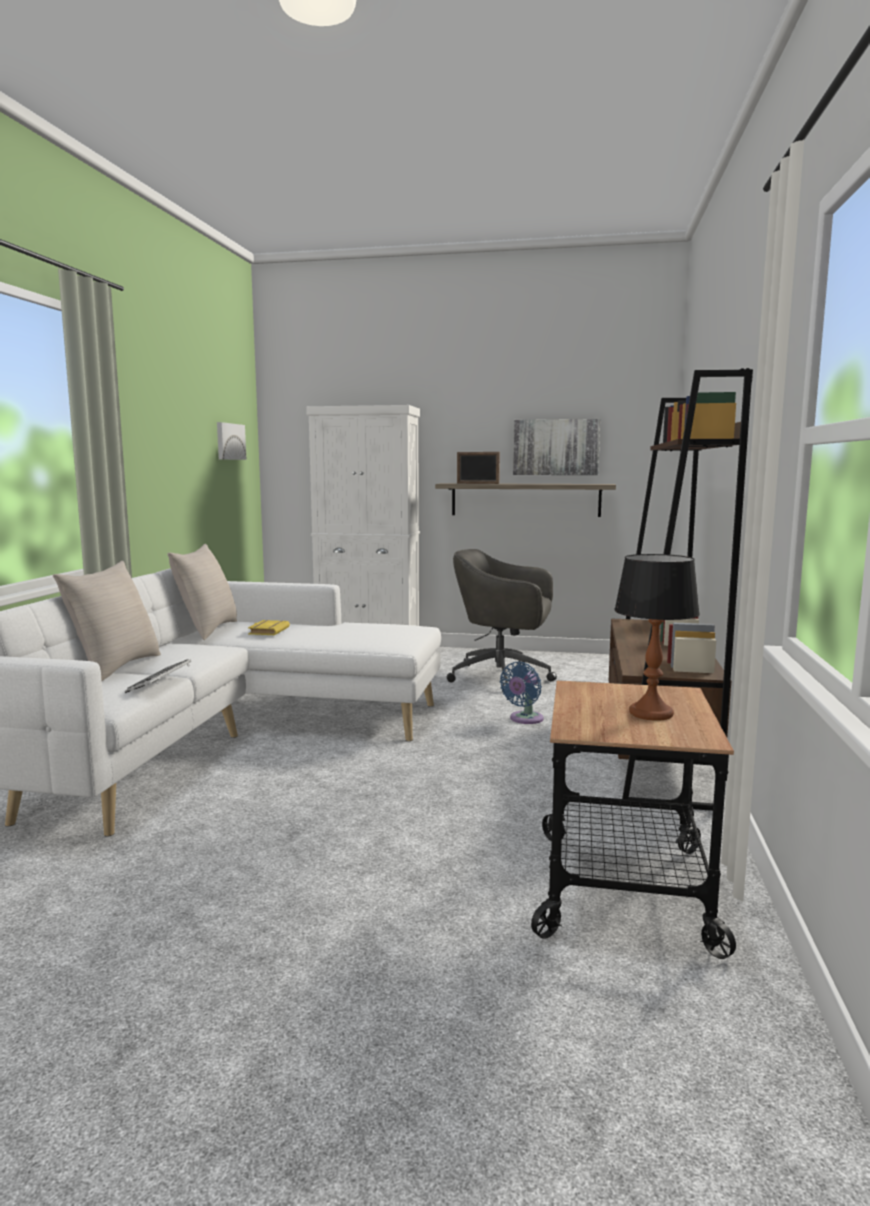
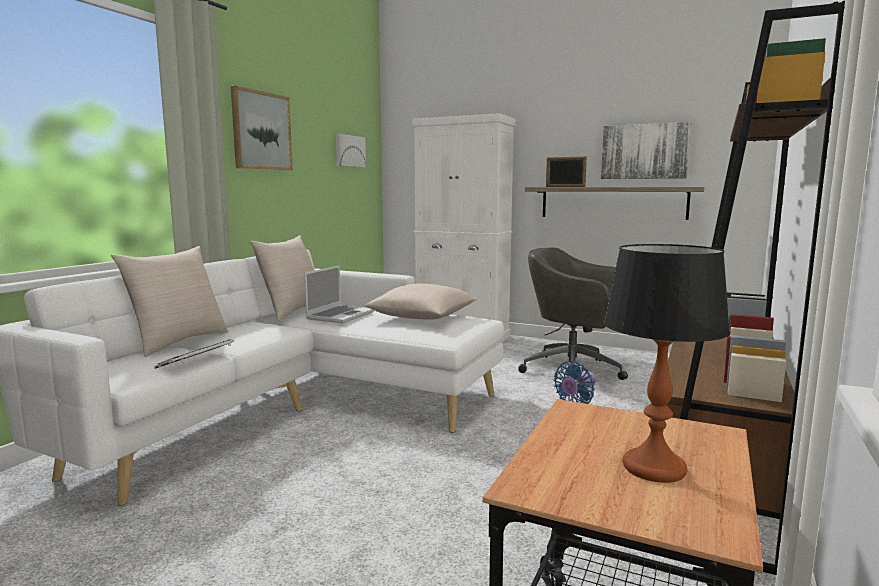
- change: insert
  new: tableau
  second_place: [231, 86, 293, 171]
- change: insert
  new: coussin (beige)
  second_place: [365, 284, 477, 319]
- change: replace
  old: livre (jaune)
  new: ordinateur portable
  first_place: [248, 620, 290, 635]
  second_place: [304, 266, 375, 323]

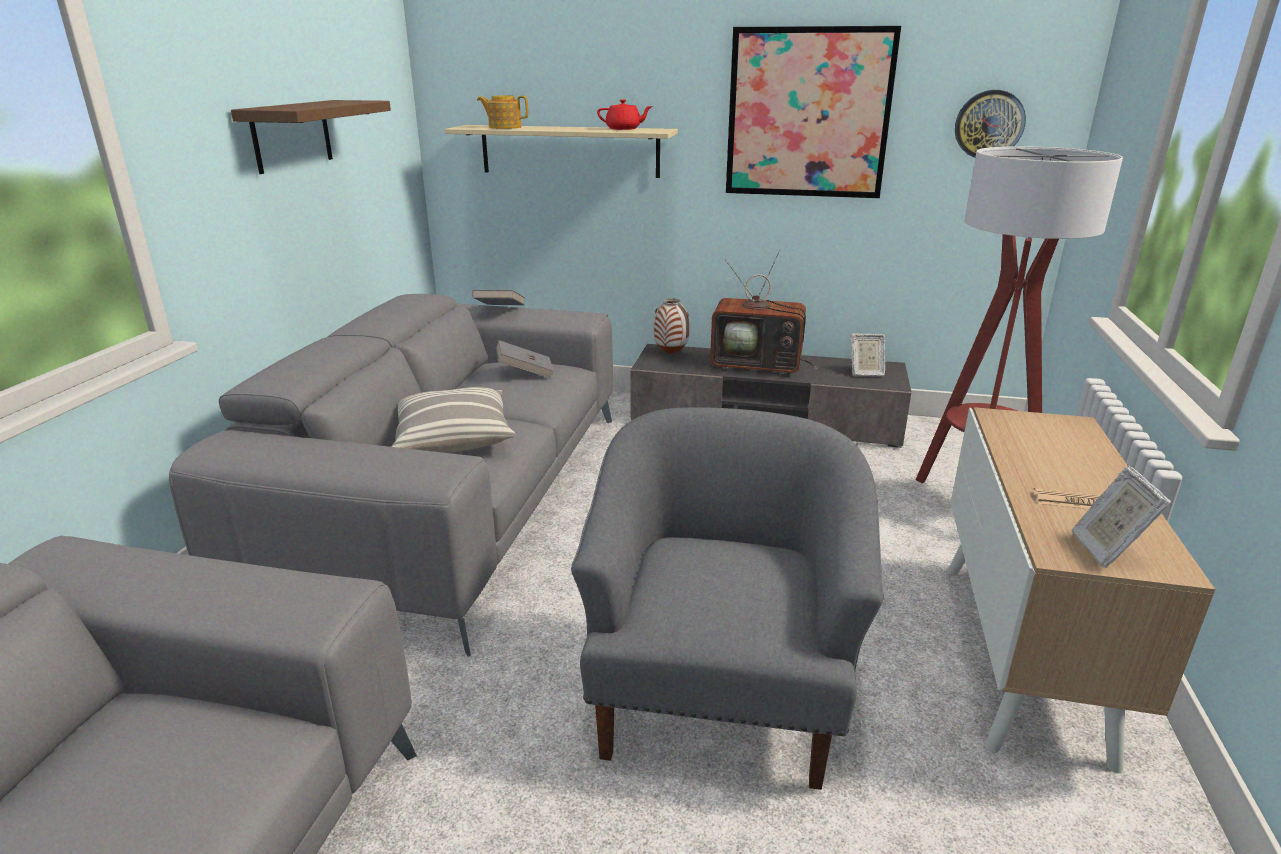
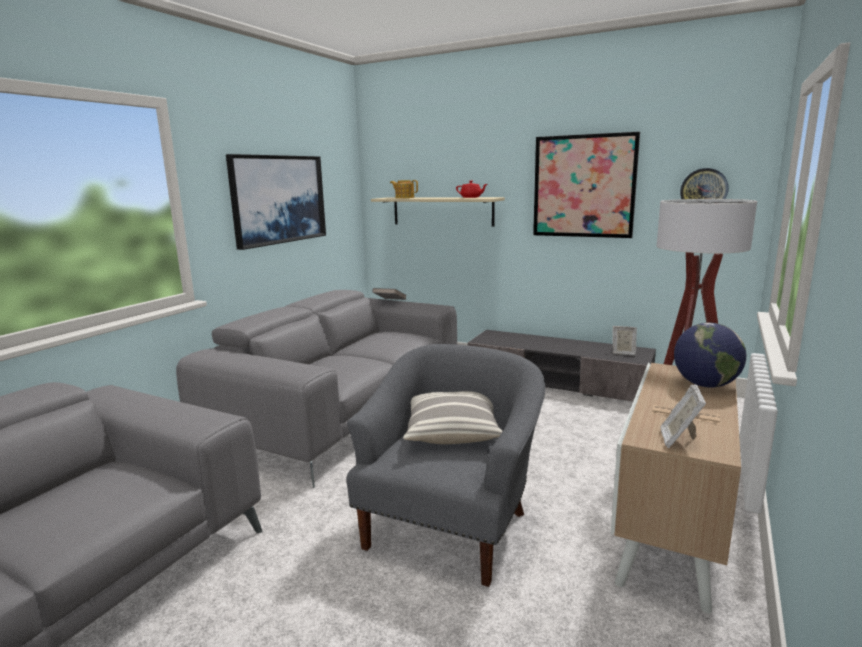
- change: delete
  old: livre (gris)
  first_place: [496, 340, 554, 379]
- change: delete
  old: vase
  first_place: [654, 299, 690, 354]
- change: delete
  old: téléviseur
  first_place: [710, 250, 818, 375]
- change: insert
  new: globe
  second_place: [674, 323, 746, 388]
- change: move
  old: coussin
  first_place: [391, 387, 516, 453]
  second_place: [403, 391, 503, 444]
- change: replace
  old: étagère (marron)
  new: tableau
  first_place: [231, 100, 391, 174]
  second_place: [226, 154, 326, 250]

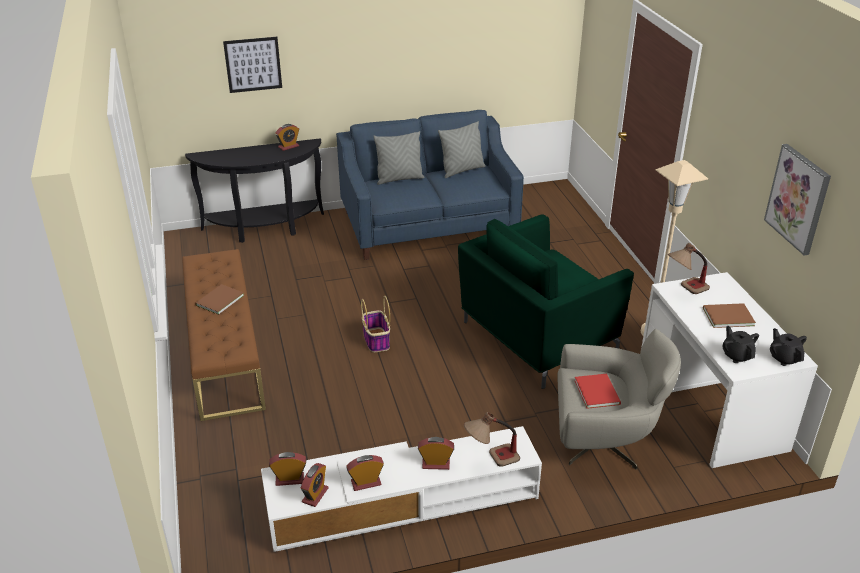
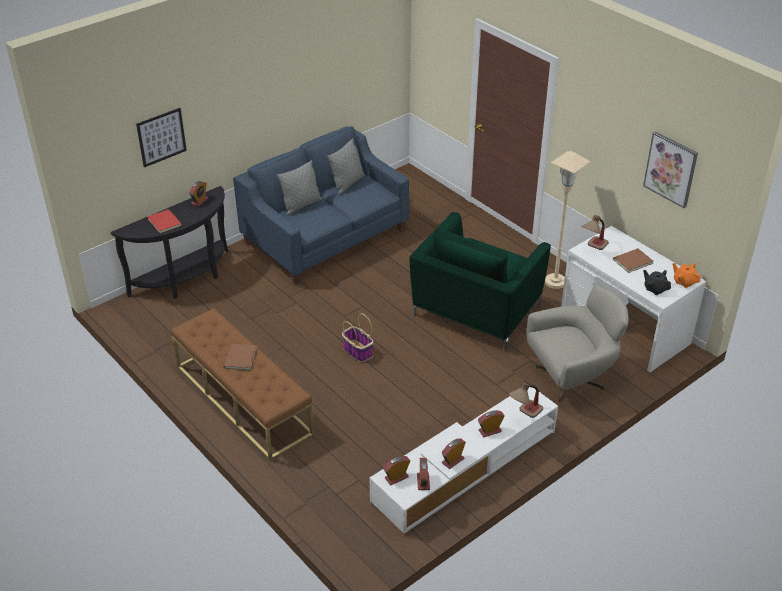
- change: move
  old: livre (rouge)
  first_place: [574, 374, 621, 409]
  second_place: [147, 209, 182, 234]
- change: recolor
  old: théière (noir)
  new: théière (orange)
  first_place: [770, 328, 807, 366]
  second_place: [673, 263, 700, 288]

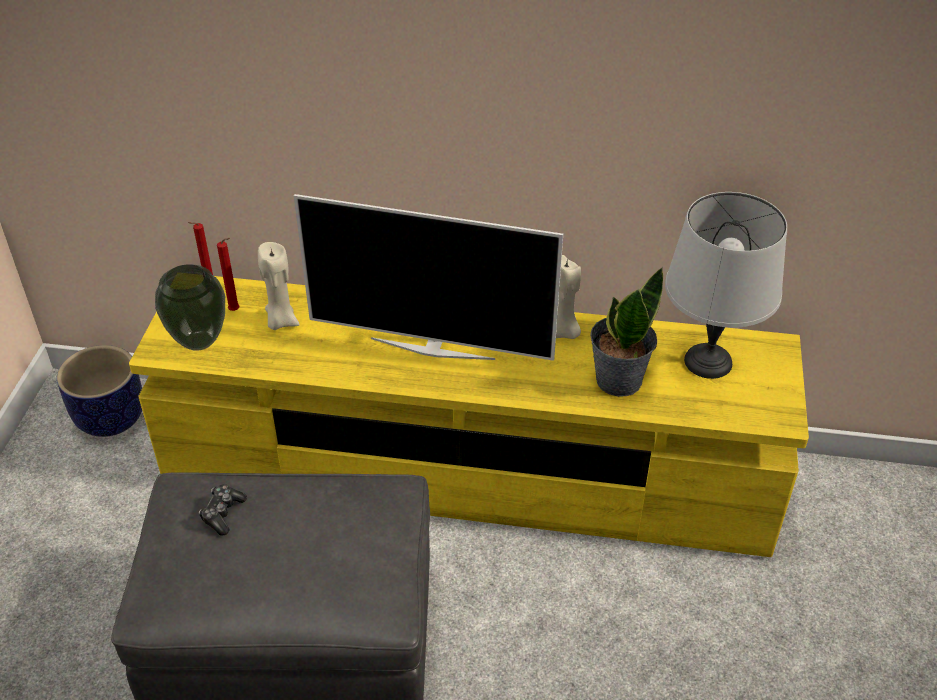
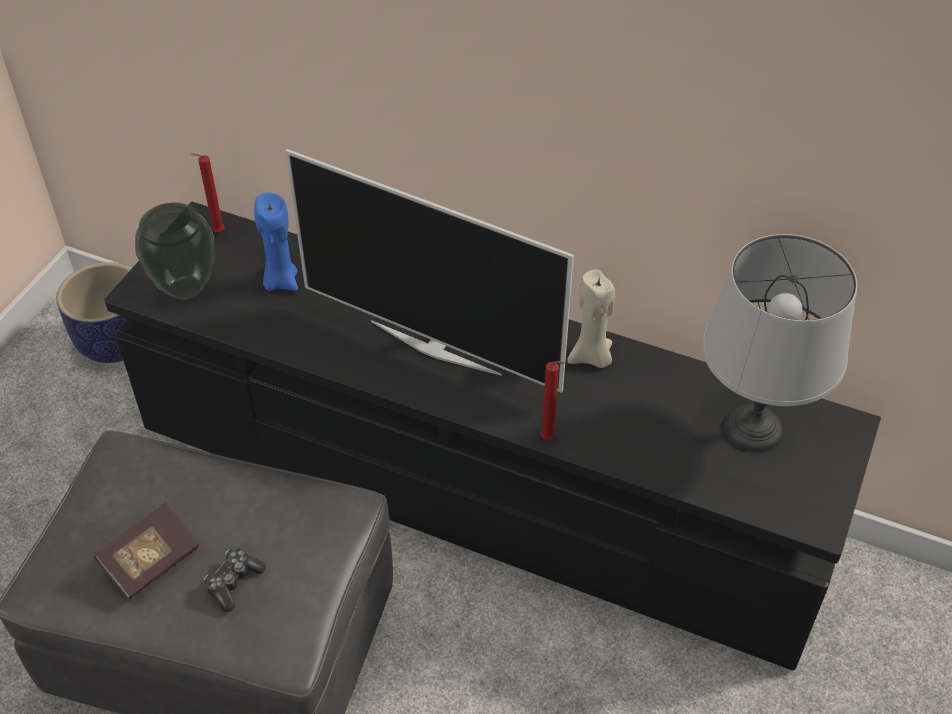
- change: delete
  old: plante en pot
  first_place: [590, 267, 663, 397]
- change: insert
  new: livre
  second_place: [94, 502, 199, 600]
- change: move
  old: manette
  first_place: [198, 484, 247, 535]
  second_place: [204, 549, 266, 612]
- change: move
  old: bougie (rouge)
  first_place: [217, 238, 240, 311]
  second_place: [540, 361, 565, 440]
- change: recolor
  old: meuble télé (jaune)
  new: meuble télé (noir)
  first_place: [129, 276, 809, 557]
  second_place: [104, 201, 881, 670]
- change: recolor
  old: bougie (beige)
  new: bougie (bleu)
  first_place: [258, 242, 300, 330]
  second_place: [254, 193, 298, 291]

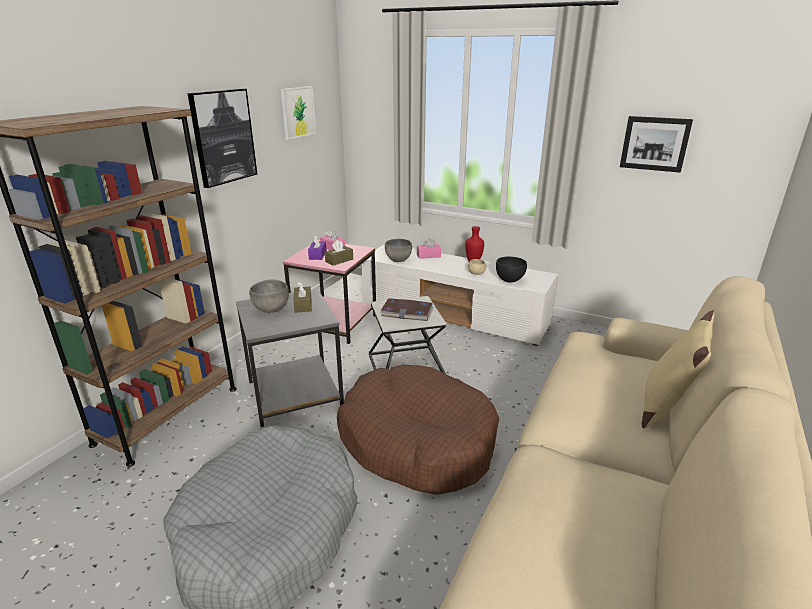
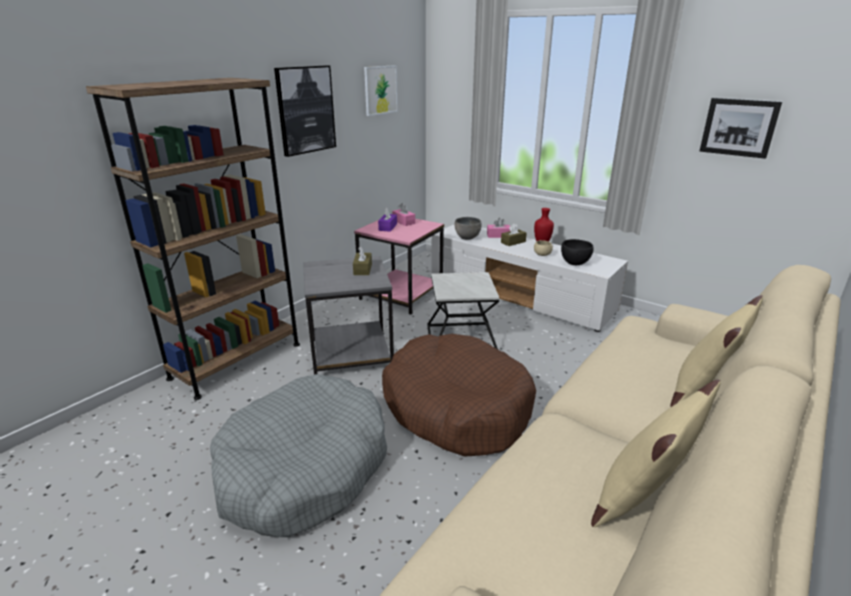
- change: delete
  old: bol (gris)
  first_place: [249, 279, 289, 313]
- change: delete
  old: livre
  first_place: [380, 298, 433, 321]
- change: insert
  new: coussin (beige)
  second_place: [591, 380, 721, 527]
- change: move
  old: boîte à mouchoirs (marron)
  first_place: [325, 240, 353, 266]
  second_place: [501, 223, 527, 246]

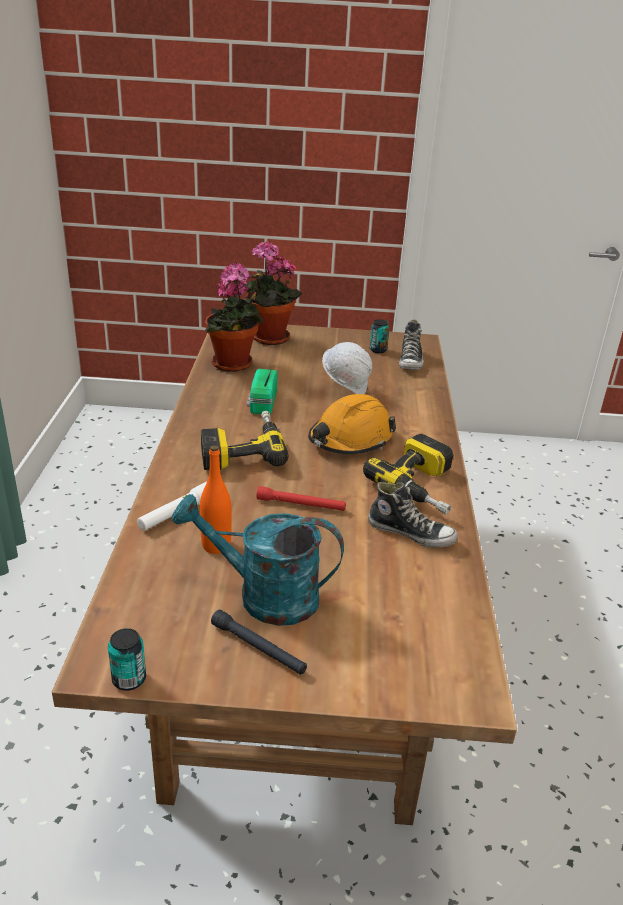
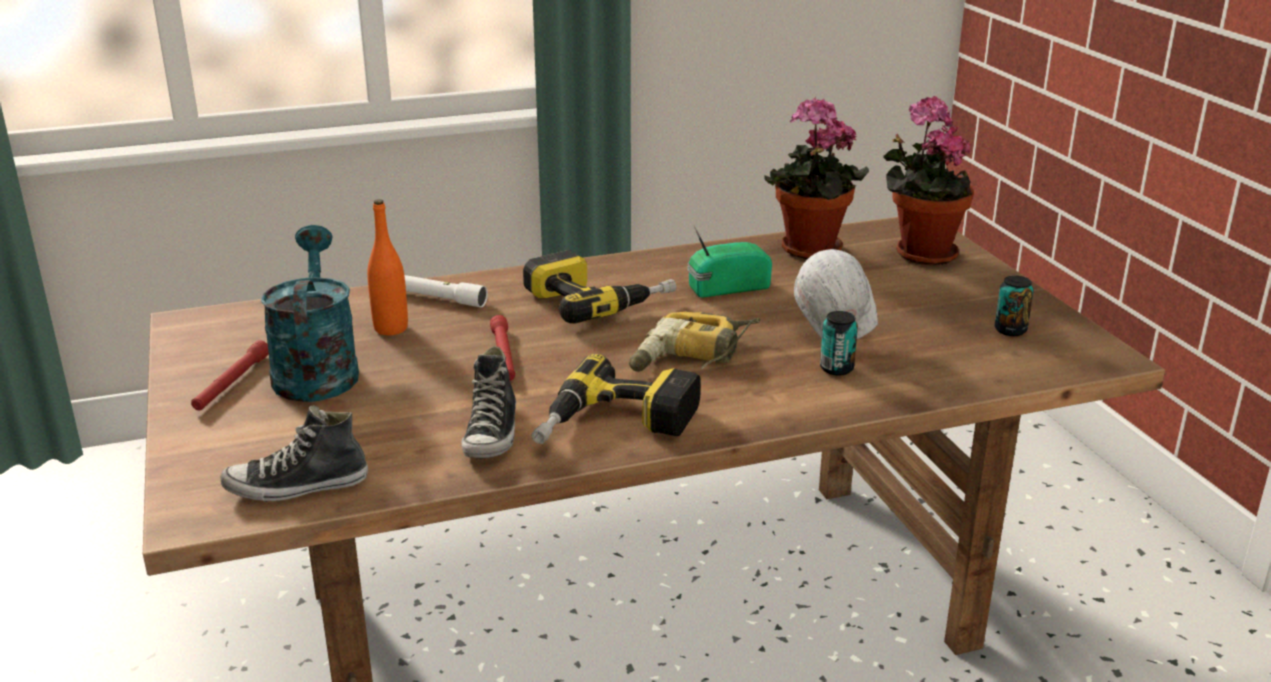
- change: move
  old: boîte métallique
  first_place: [108, 628, 146, 691]
  second_place: [820, 311, 858, 376]
- change: move
  old: chaussure
  first_place: [399, 319, 423, 370]
  second_place: [220, 405, 368, 501]
- change: replace
  old: casque de chantier (orange)
  new: perceuse
  first_place: [308, 394, 396, 454]
  second_place: [629, 312, 761, 372]
- change: recolor
  old: lampe de poche (noir)
  new: lampe de poche (rouge)
  first_place: [211, 609, 307, 675]
  second_place: [191, 340, 269, 411]

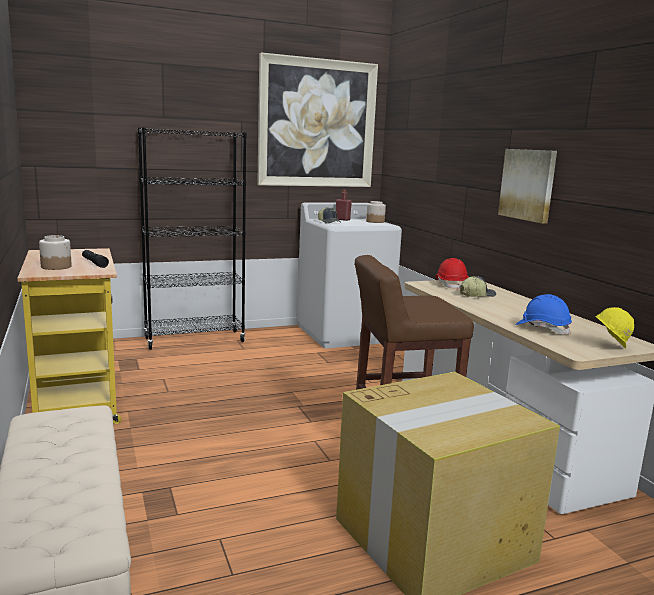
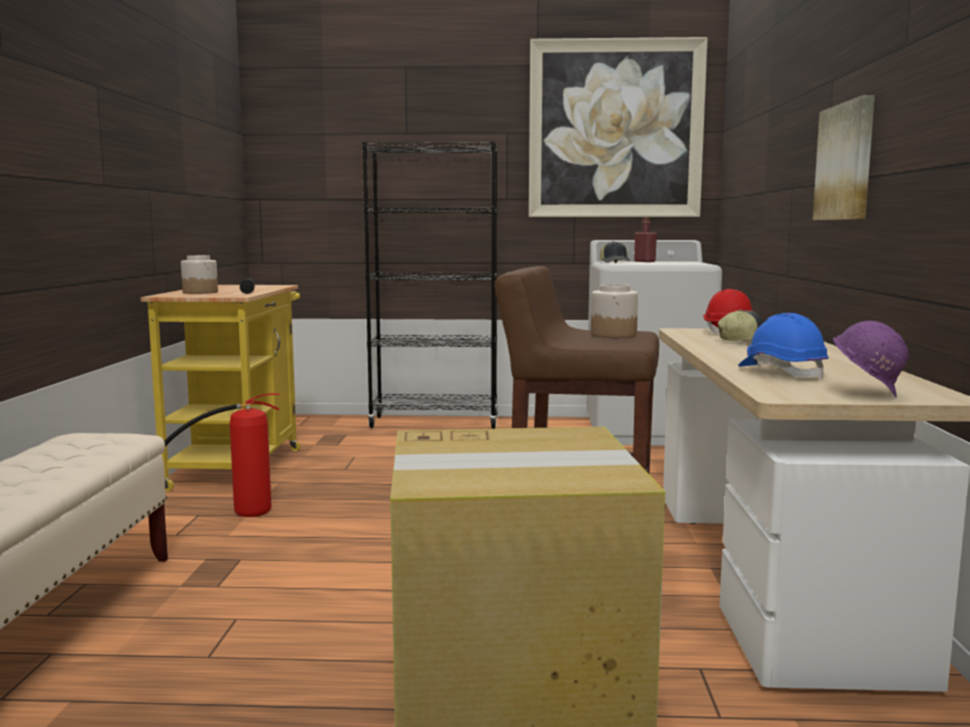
- change: insert
  new: extincteur
  second_place: [164, 393, 280, 517]
- change: move
  old: bocal
  first_place: [366, 201, 386, 223]
  second_place: [591, 284, 638, 338]
- change: recolor
  old: casque de chantier (jaune)
  new: casque de chantier (violet)
  first_place: [595, 307, 634, 348]
  second_place: [833, 321, 909, 398]

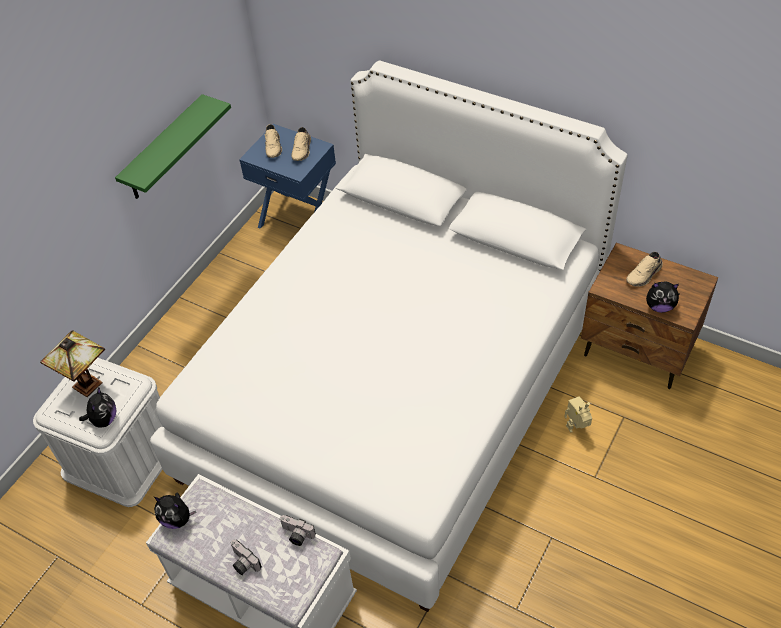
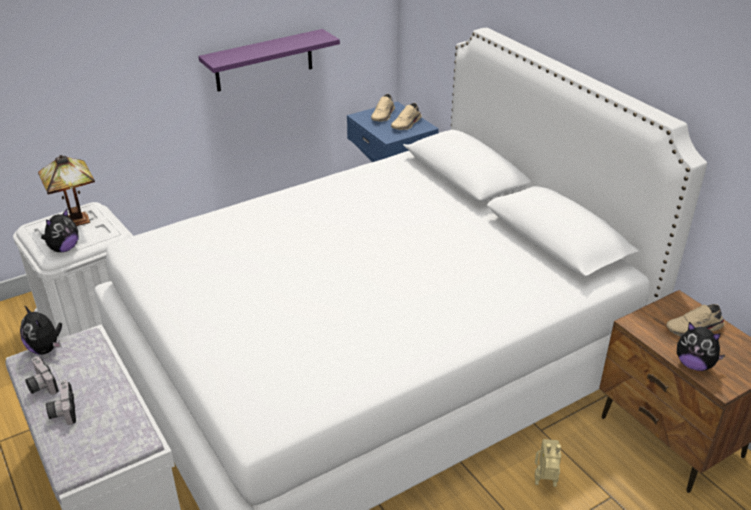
- change: move
  old: appareil photo
  first_place: [280, 515, 316, 546]
  second_place: [25, 356, 59, 395]
- change: recolor
  old: étagère (vert)
  new: étagère (violet)
  first_place: [115, 94, 231, 199]
  second_place: [198, 29, 340, 92]

